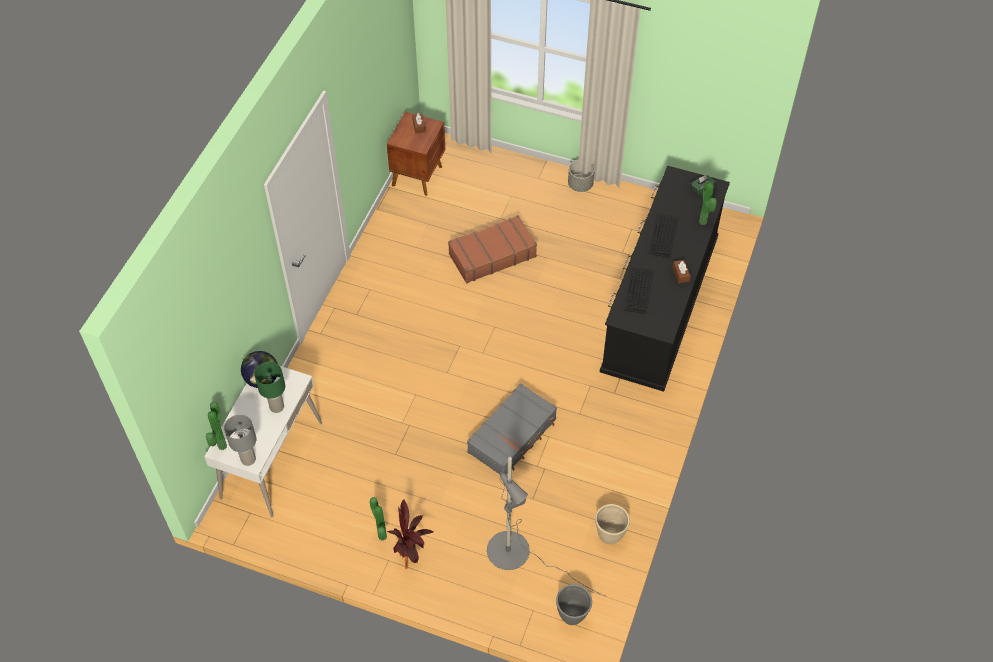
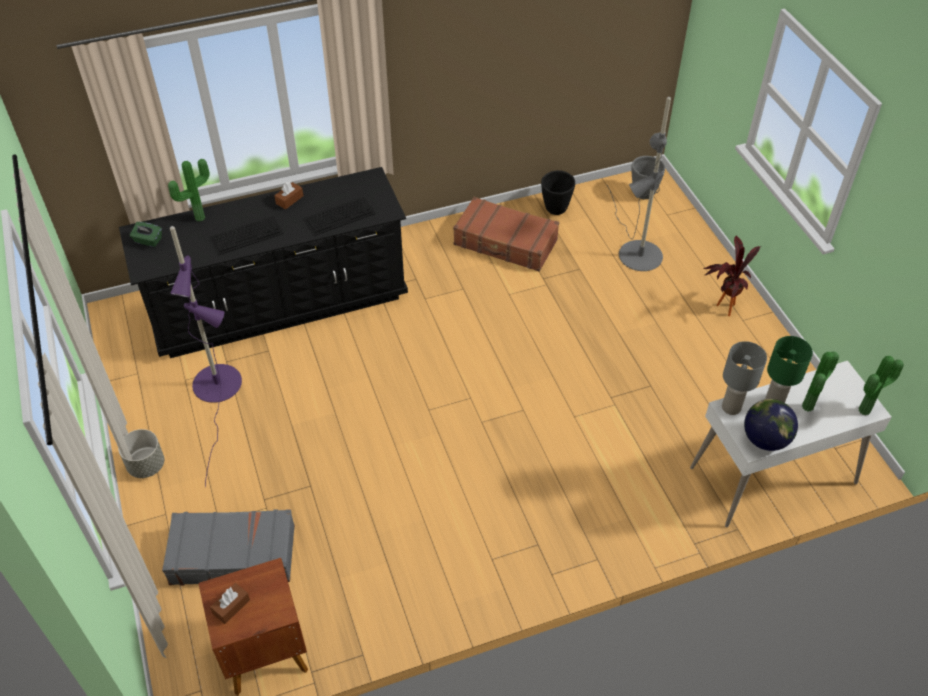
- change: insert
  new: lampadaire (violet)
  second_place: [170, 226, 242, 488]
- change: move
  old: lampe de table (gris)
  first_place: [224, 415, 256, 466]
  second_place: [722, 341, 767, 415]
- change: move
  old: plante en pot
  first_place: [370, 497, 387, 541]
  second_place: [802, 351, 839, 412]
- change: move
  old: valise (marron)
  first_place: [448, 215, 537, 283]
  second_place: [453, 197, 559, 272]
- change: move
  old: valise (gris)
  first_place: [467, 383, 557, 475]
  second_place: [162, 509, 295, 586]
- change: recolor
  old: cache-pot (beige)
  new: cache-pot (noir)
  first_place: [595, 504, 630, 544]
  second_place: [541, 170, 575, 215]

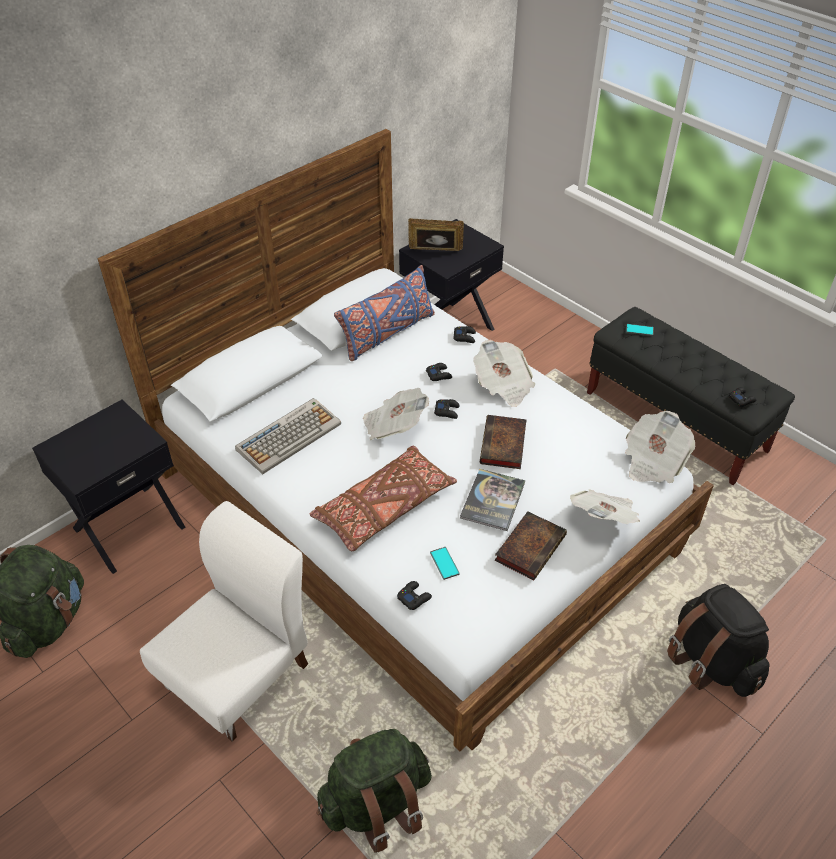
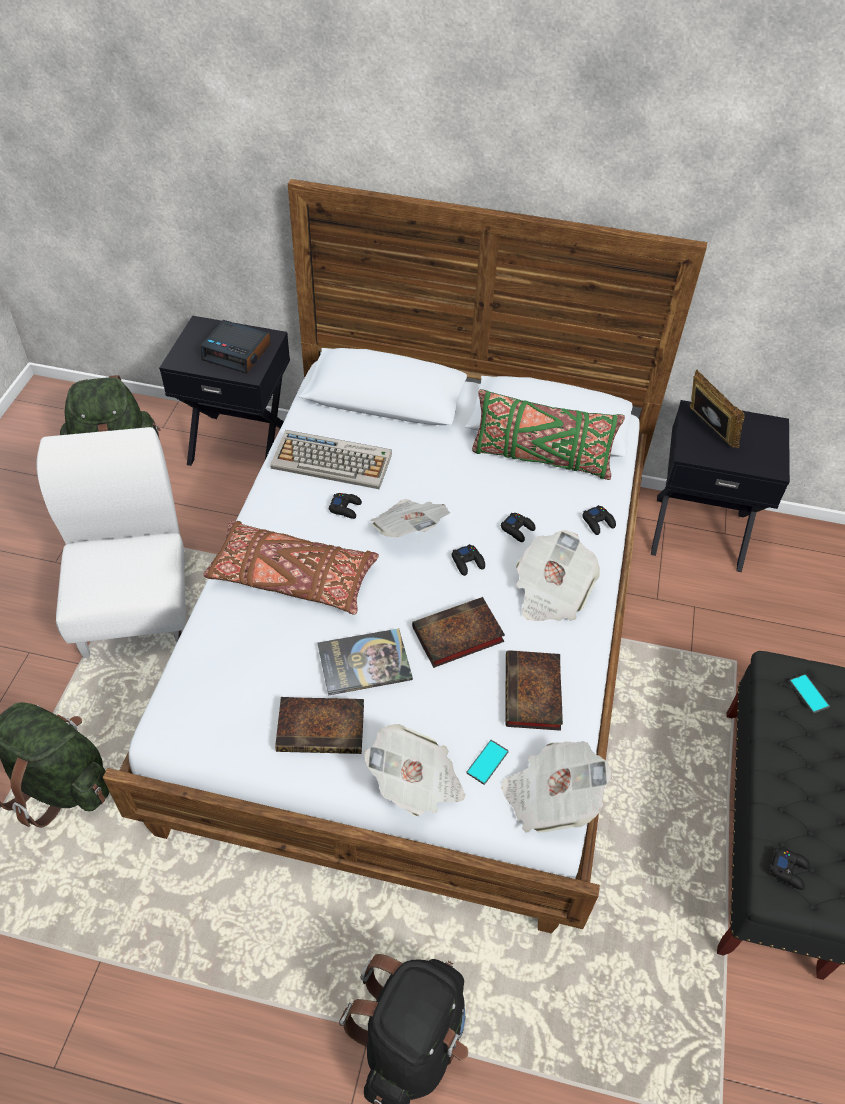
- change: insert
  new: réveil
  second_place: [201, 320, 271, 373]
- change: insert
  new: livre
  second_place: [505, 650, 563, 731]
- change: move
  old: manette (noir)
  first_place: [397, 581, 432, 610]
  second_place: [329, 493, 362, 519]
- change: move
  old: téléphone
  first_place: [430, 547, 460, 580]
  second_place: [467, 740, 509, 785]
- change: recolor
  old: coussin (bleu)
  new: coussin (vert)
  first_place: [334, 265, 435, 361]
  second_place: [472, 389, 625, 480]
- change: rotate
  old: chaise (blanc)
  first_place: [140, 501, 308, 741]
  second_place: [36, 427, 186, 659]
  degrees: -105

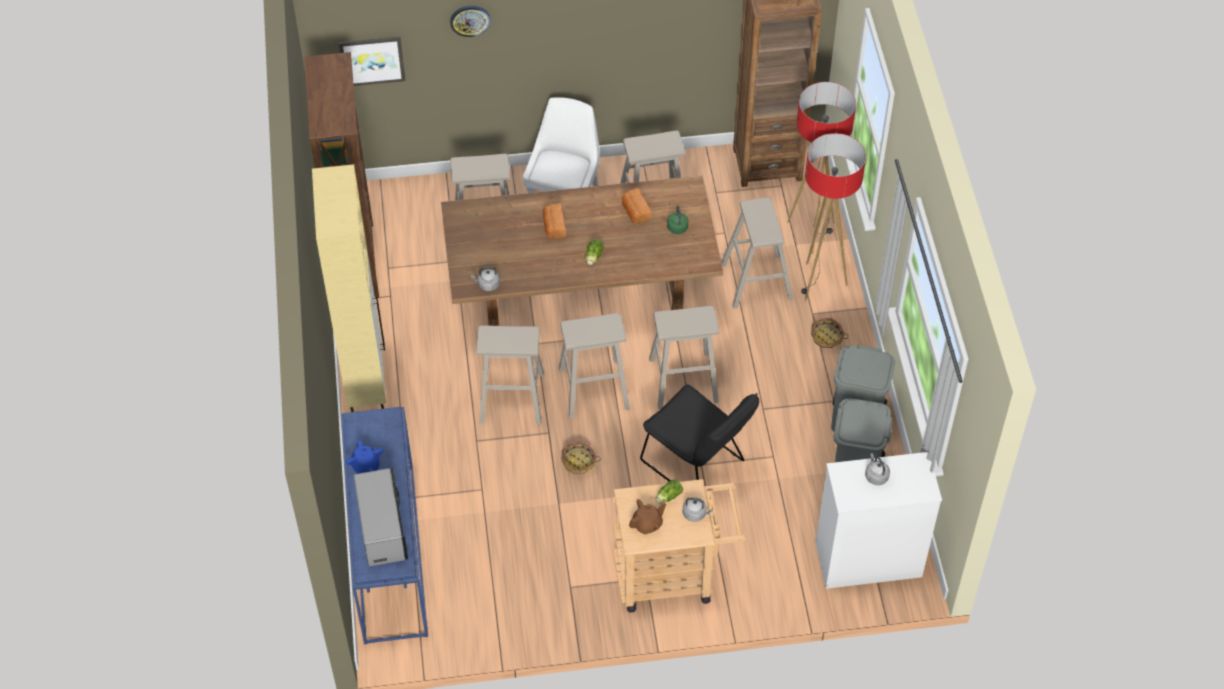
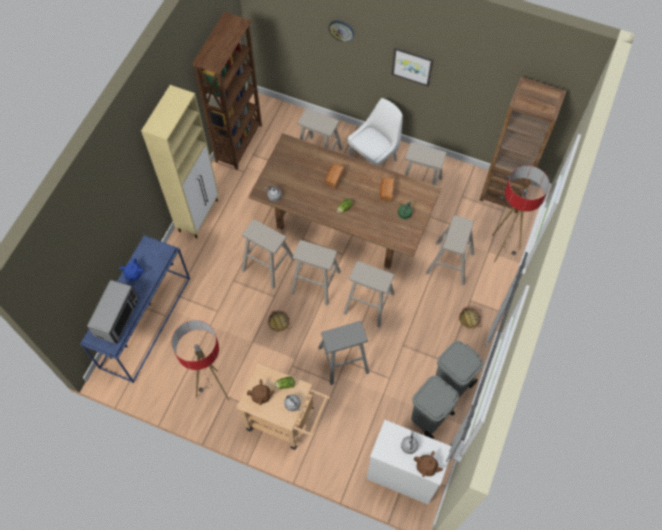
- change: insert
  new: théière (marron)
  second_place: [414, 451, 443, 477]
- change: move
  old: tableau
  first_place: [339, 36, 406, 86]
  second_place: [391, 47, 434, 87]
- change: move
  old: lampadaire
  first_place: [801, 133, 866, 301]
  second_place: [172, 320, 229, 400]
- change: replace
  old: chaise (noir)
  new: tabouret (gris)
  first_place: [640, 384, 759, 481]
  second_place: [318, 321, 369, 385]

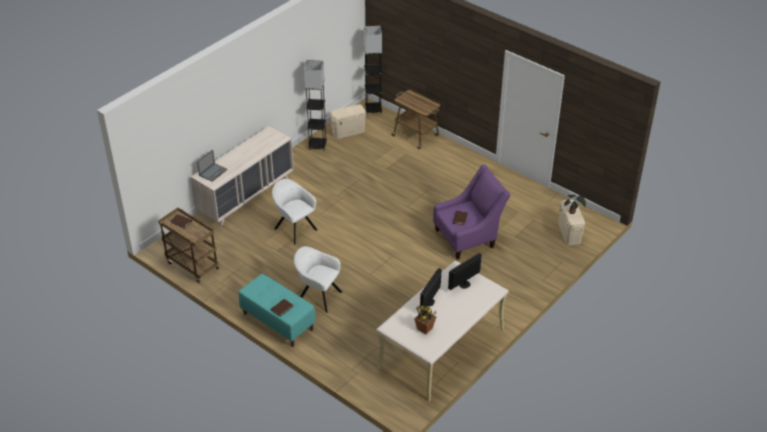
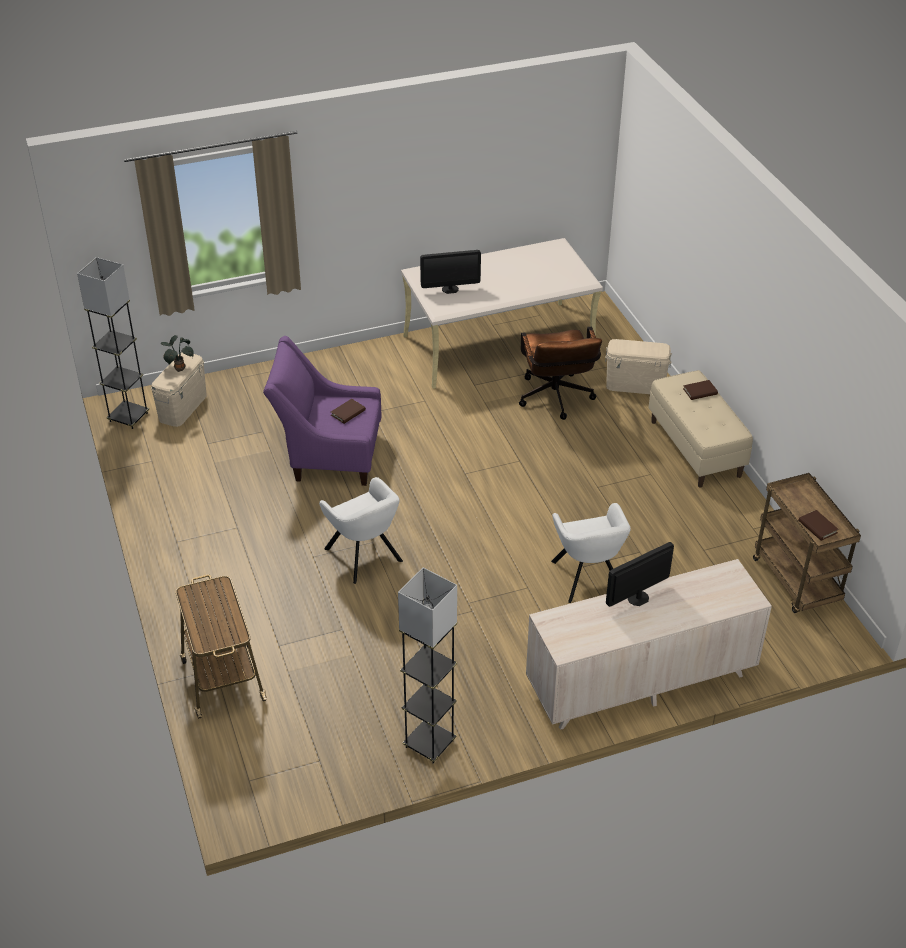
- change: delete
  old: ordinateur portable
  first_place: [197, 150, 228, 182]
- change: delete
  old: plante en pot
  first_place: [414, 300, 436, 334]
- change: insert
  new: chaise de bureau (marron)
  second_place: [519, 327, 602, 420]
- change: move
  old: fauteuil (blanc)
  first_place: [294, 246, 342, 313]
  second_place: [319, 477, 403, 584]
- change: move
  old: boîte de rangement (beige)
  first_place: [330, 104, 367, 139]
  second_place: [605, 339, 672, 394]
- change: move
  old: lampadaire (gris)
  first_place: [364, 26, 382, 115]
  second_place: [77, 257, 149, 429]
- change: move
  old: écran d'ordinateur
  first_place: [420, 268, 442, 312]
  second_place: [606, 542, 674, 607]
- change: recolor
  old: banc (turquoise)
  new: banc (beige)
  first_place: [239, 274, 316, 347]
  second_place: [649, 370, 753, 488]

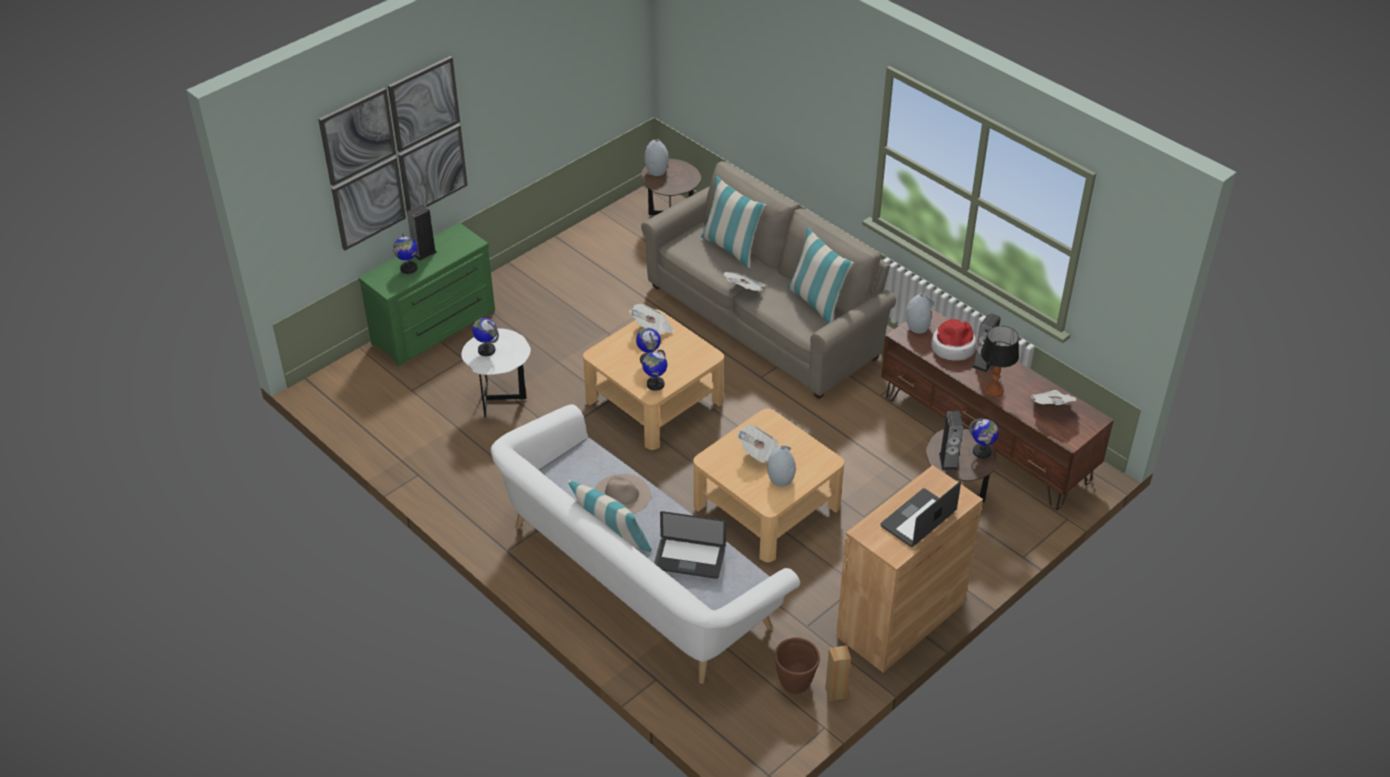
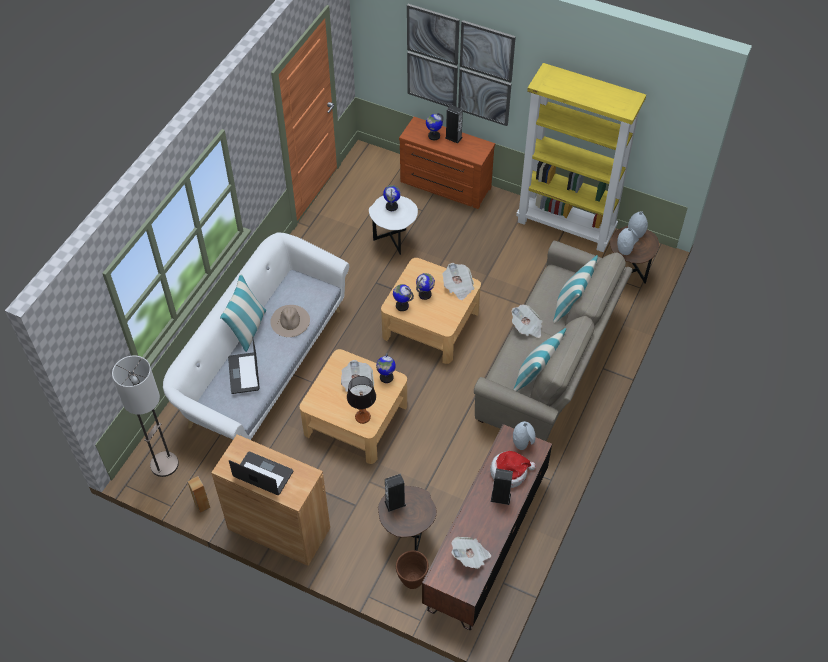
- change: insert
  new: lampadaire
  second_place: [112, 355, 179, 477]
- change: insert
  new: bibliothèque (jaune)
  second_place: [516, 63, 646, 252]
- change: move
  old: vase (gris)
  first_place: [767, 445, 796, 486]
  second_place: [617, 228, 639, 255]
- change: move
  old: cache-pot (marron)
  first_place: [775, 637, 820, 694]
  second_place: [396, 550, 429, 589]
- change: move
  old: globe
  first_place: [969, 418, 999, 459]
  second_place: [376, 353, 396, 383]
- change: move
  old: lampe de table
  first_place: [981, 326, 1019, 397]
  second_place: [347, 376, 376, 424]
- change: recolor
  old: commode (vert)
  new: commode (marron)
  first_place: [358, 223, 495, 366]
  second_place: [399, 117, 495, 209]

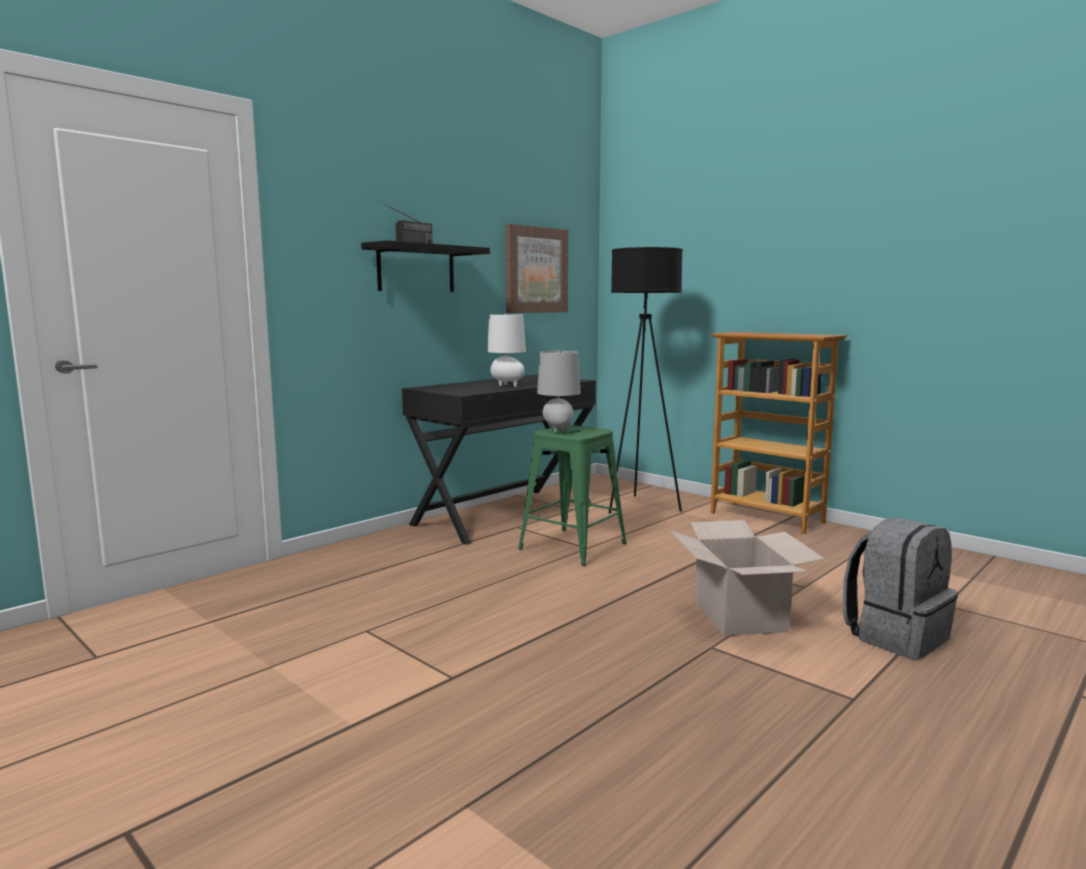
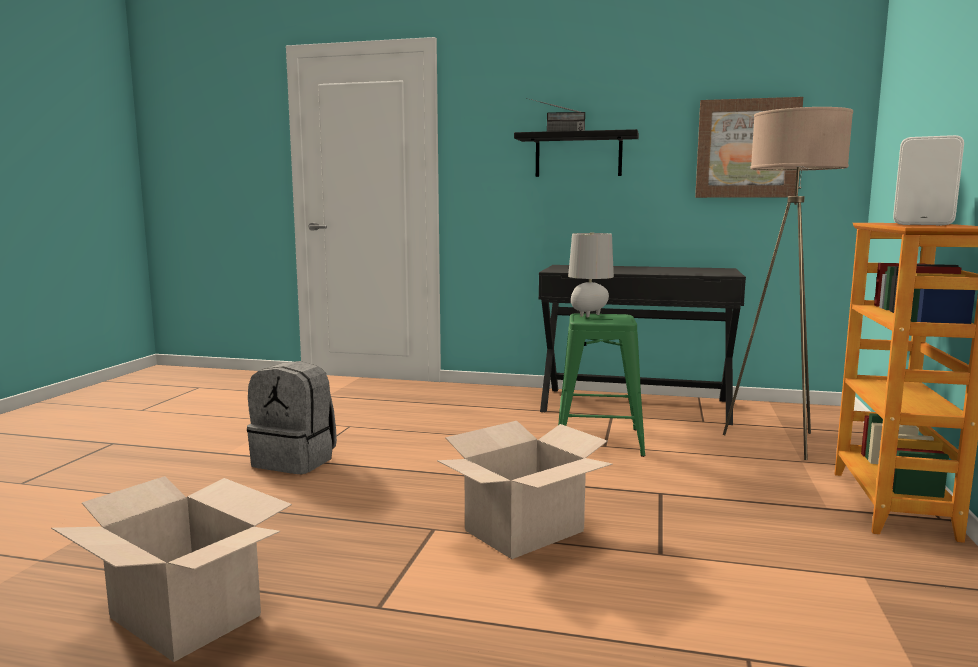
- change: delete
  old: lampe de table (blanc)
  first_place: [487, 314, 526, 387]
- change: insert
  new: carton
  second_place: [51, 476, 292, 662]
- change: insert
  new: enceinte (blanc)
  second_place: [893, 135, 964, 226]
- change: move
  old: sac à dos (gris)
  first_place: [843, 518, 958, 659]
  second_place: [247, 361, 337, 474]
- change: recolor
  old: lampadaire (noir)
  new: lampadaire (beige)
  first_place: [609, 247, 683, 513]
  second_place: [723, 107, 853, 460]

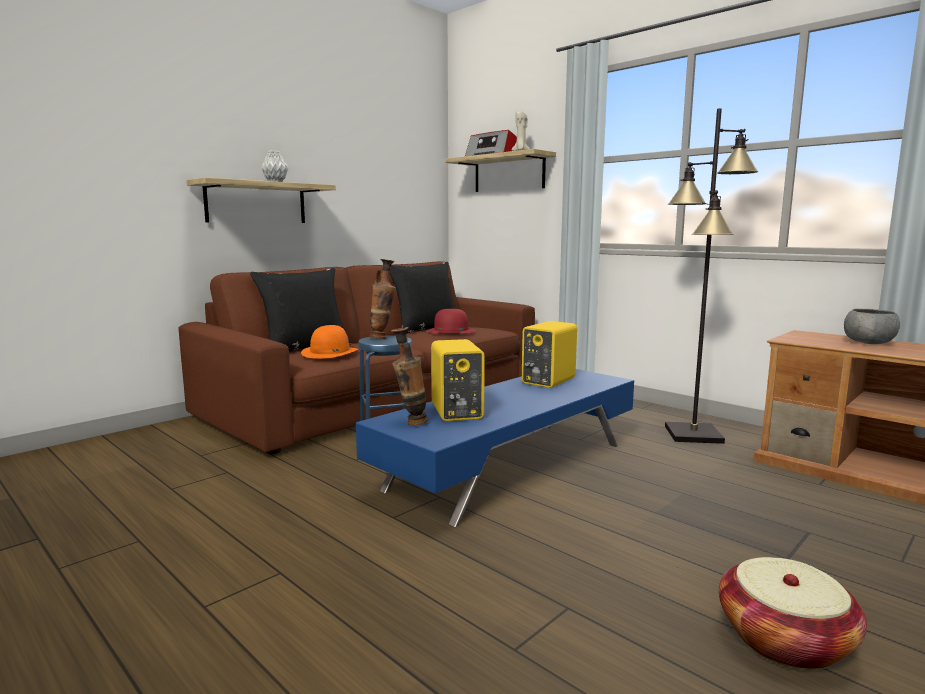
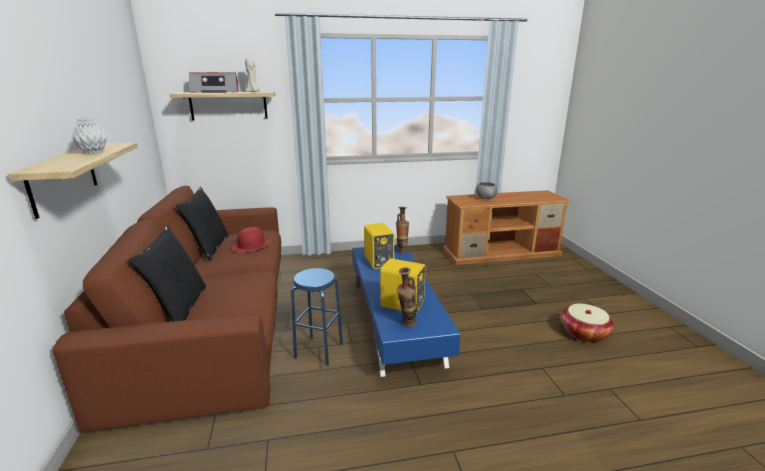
- change: delete
  old: chapeau (orange)
  first_place: [301, 325, 358, 359]
- change: delete
  old: lampadaire (noir)
  first_place: [665, 108, 759, 444]
- change: move
  old: vase
  first_place: [369, 259, 396, 339]
  second_place: [396, 207, 409, 253]

